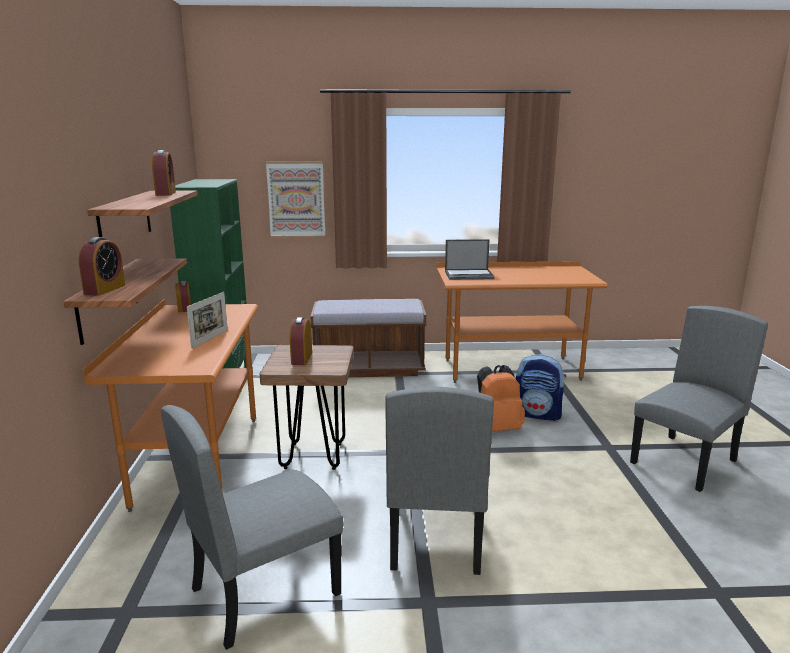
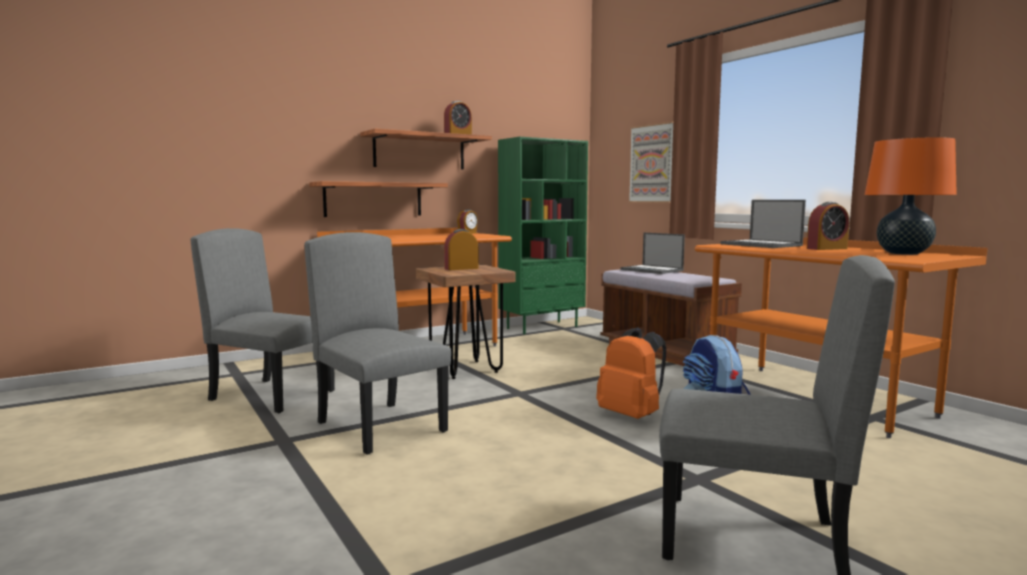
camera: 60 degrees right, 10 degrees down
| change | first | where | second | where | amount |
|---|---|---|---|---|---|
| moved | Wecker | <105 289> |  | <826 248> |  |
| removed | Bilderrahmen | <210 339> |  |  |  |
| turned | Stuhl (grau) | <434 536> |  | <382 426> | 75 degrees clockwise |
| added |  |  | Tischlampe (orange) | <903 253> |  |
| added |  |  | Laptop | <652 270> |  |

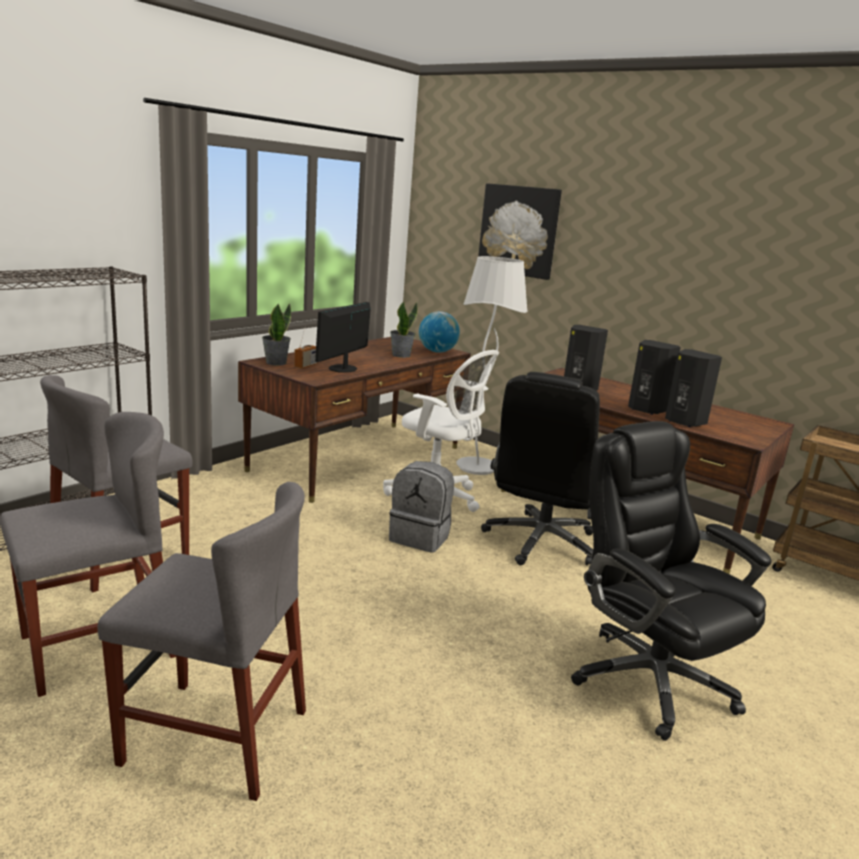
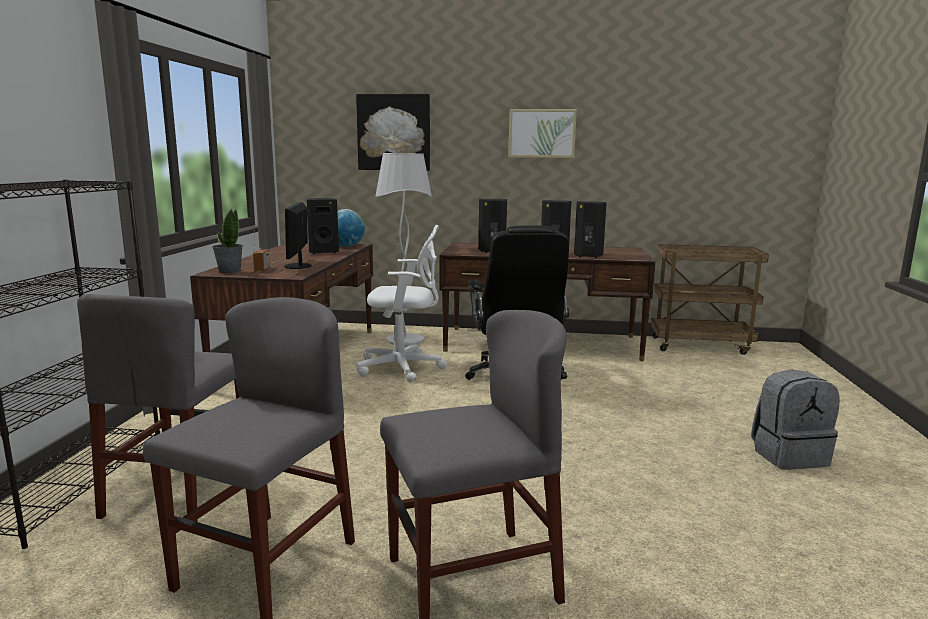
camera: 30 degrees left, 5 degrees down
| change | first | where | second | where | amount |
|---|---|---|---|---|---|
| replaced | Topfpflanze | <400 355> | Lautsprecher (schwarz) | <323 252> |  |
| removed | Bürostuhl (schwarz) | <648 678> |  |  |  |
| moved | Rucksack (grau) | <420 537> |  | <788 455> |  |
| added |  |  | Bild | <542 133> |  |

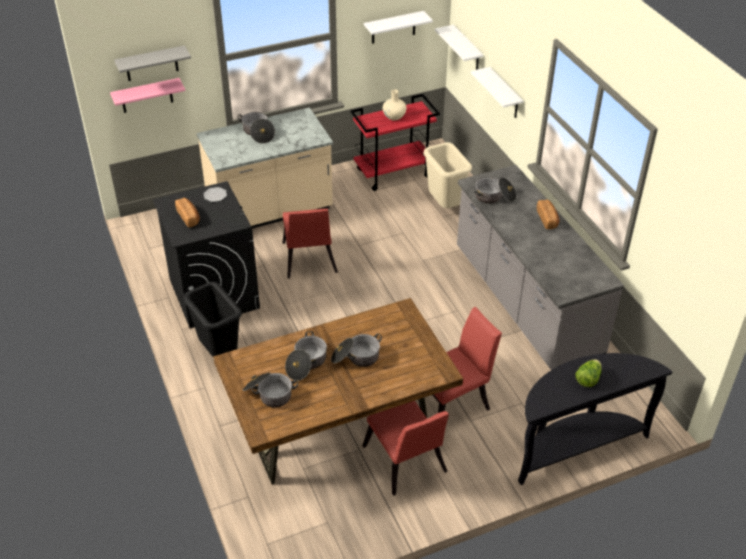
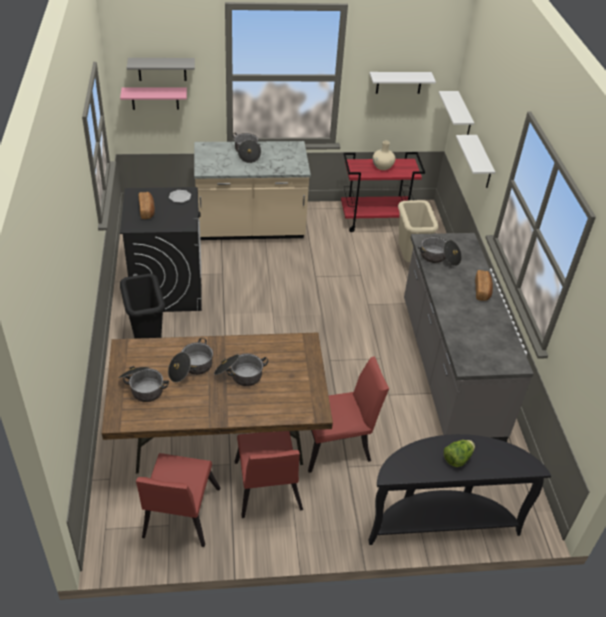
camera: 15 degrees right, 0 degrees up
| change | first | where | second | where | amount |
|---|---|---|---|---|---|
| moved | Stuhl (rot) | <309 260> |  | <179 517> |  |

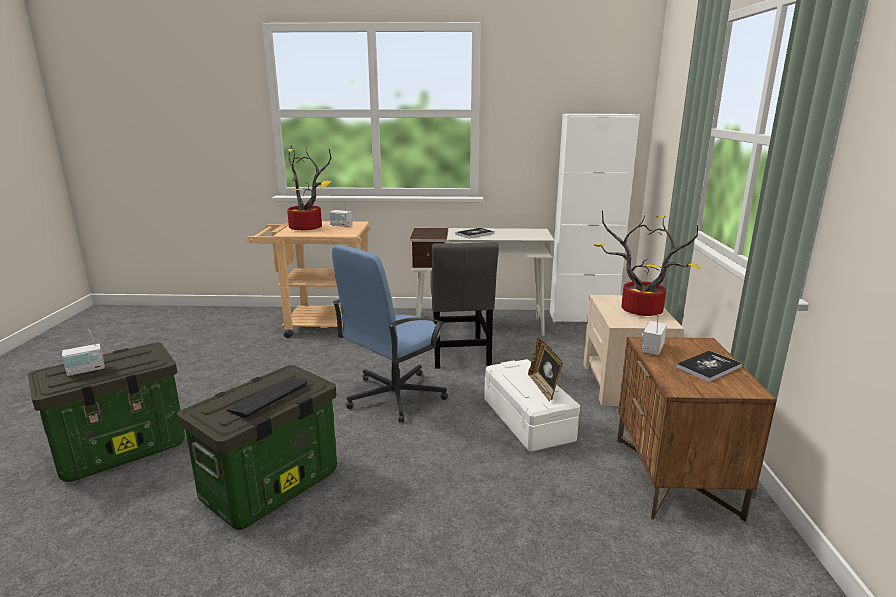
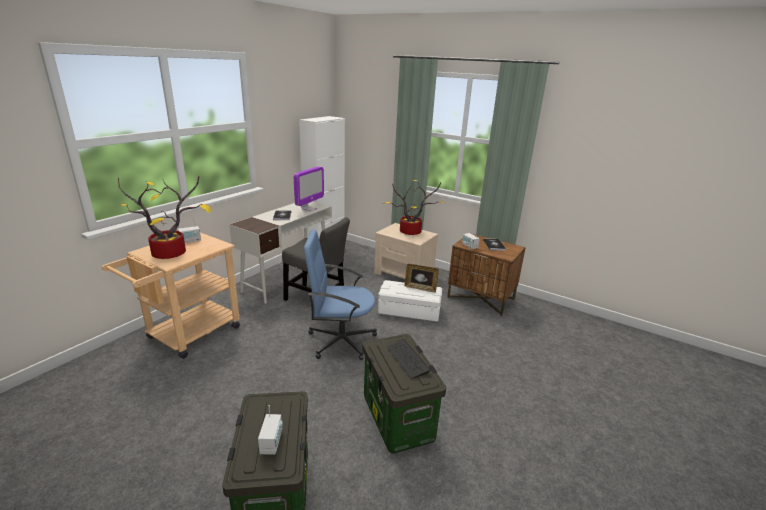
camera: 60 degrees left, 5 degrees up
| change | first | where | second | where | amount |
|---|---|---|---|---|---|
| turned | Bürostuhl (blau) | <394 396> |  | <340 340> | 105 degrees clockwise |
| added |  |  | Monitor | <309 209> |  |

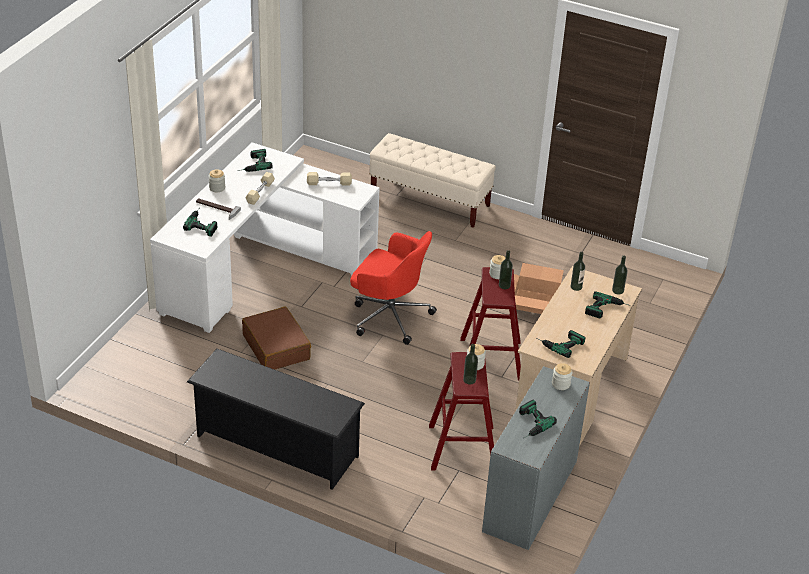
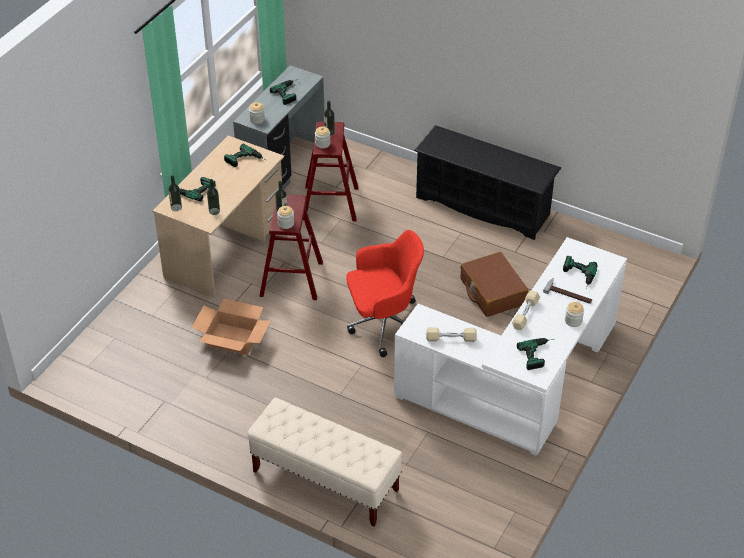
camera: 175 degrees left, 5 degrees up
| change | first | where | second | where | amount |
|---|---|---|---|---|---|
| turned | Bürostuhl (rot) | <389 315> |  | <384 324> | 135 degrees clockwise |

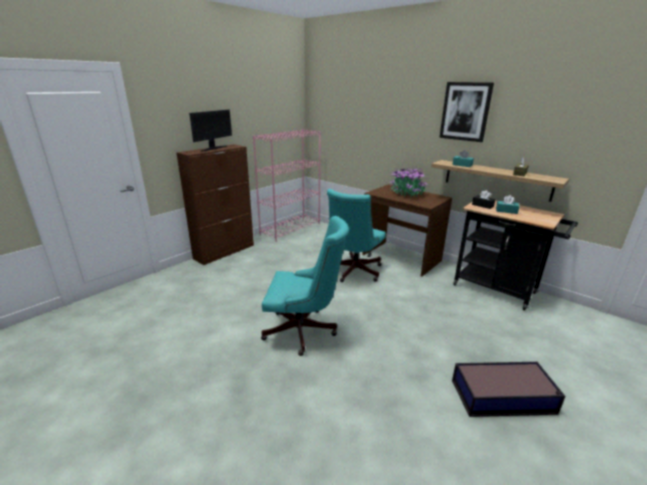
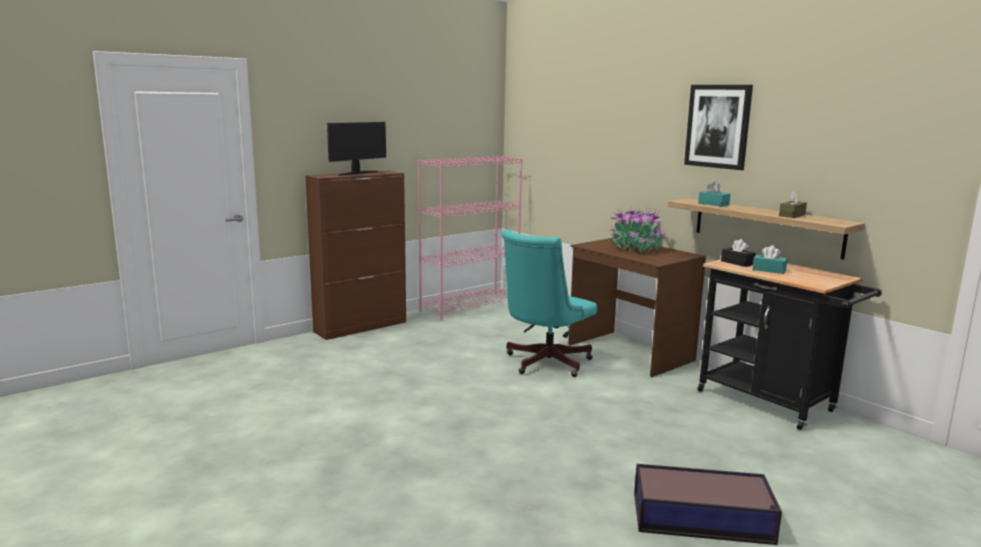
camera: 10 degrees right, 10 degrees down
| change | first | where | second | where | amount |
|---|---|---|---|---|---|
| removed | Bürostuhl (türkis) | <304 331> |  |  |  |

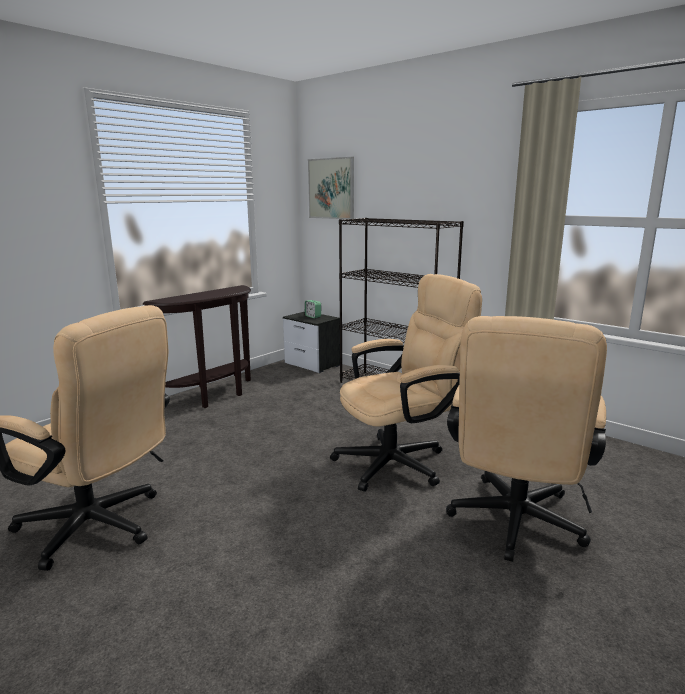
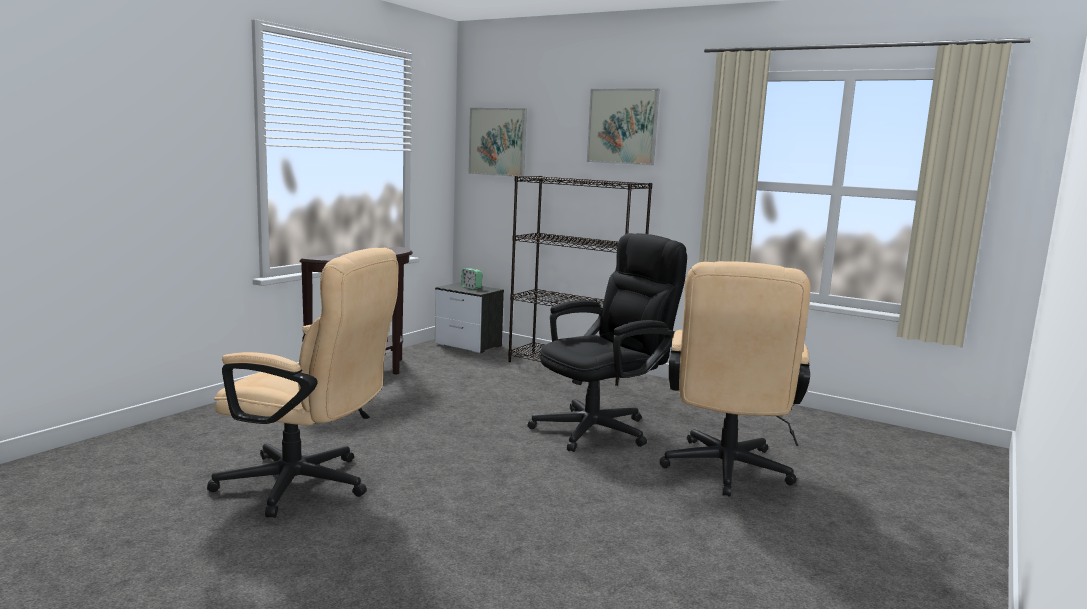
camera: 10 degrees left, 5 degrees down
| change | first | where | second | where | amount |
|---|---|---|---|---|---|
| recoloured | Bürostuhl (beige) | <401 461> | Bürostuhl (schwarz) | <602 428> |  |
| added |  |  | Bild | <622 126> |  |

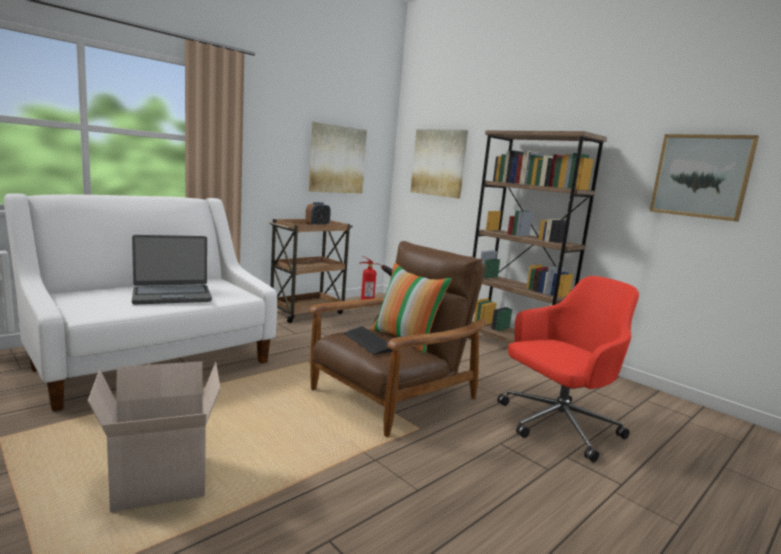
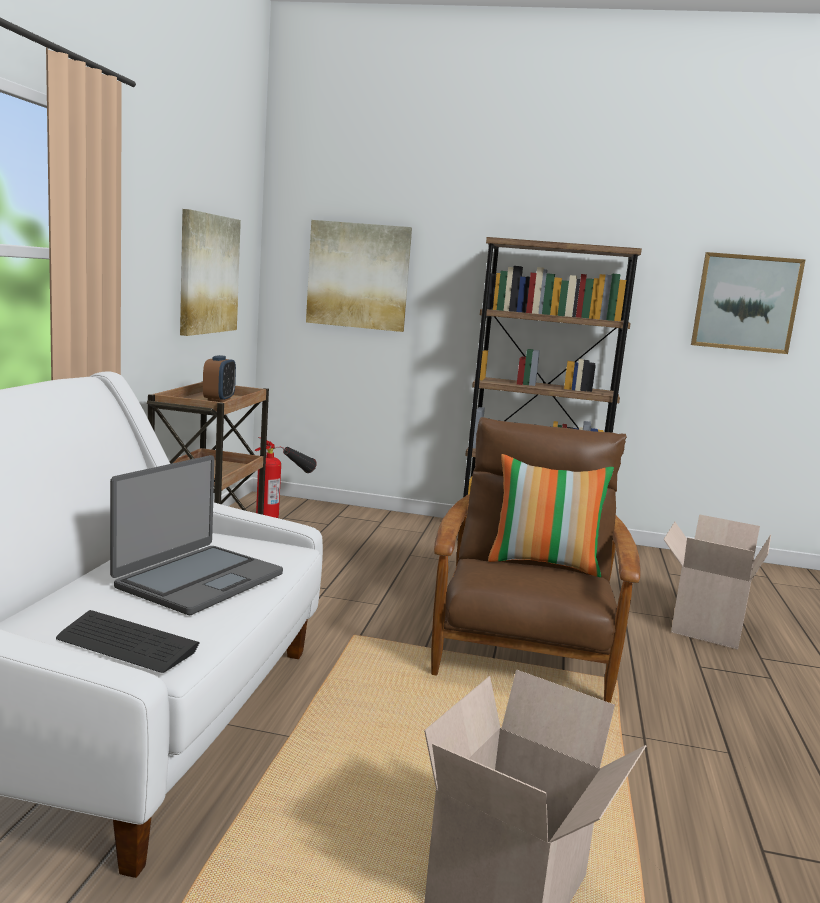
camera: 35 degrees left, 0 degrees up
| change | first | where | second | where | amount |
|---|---|---|---|---|---|
| replaced | Bürostuhl (rot) | <556 426> | Karton | <705 626> |  |
| moved | Tastatur | <368 342> |  | <127 644> |  |

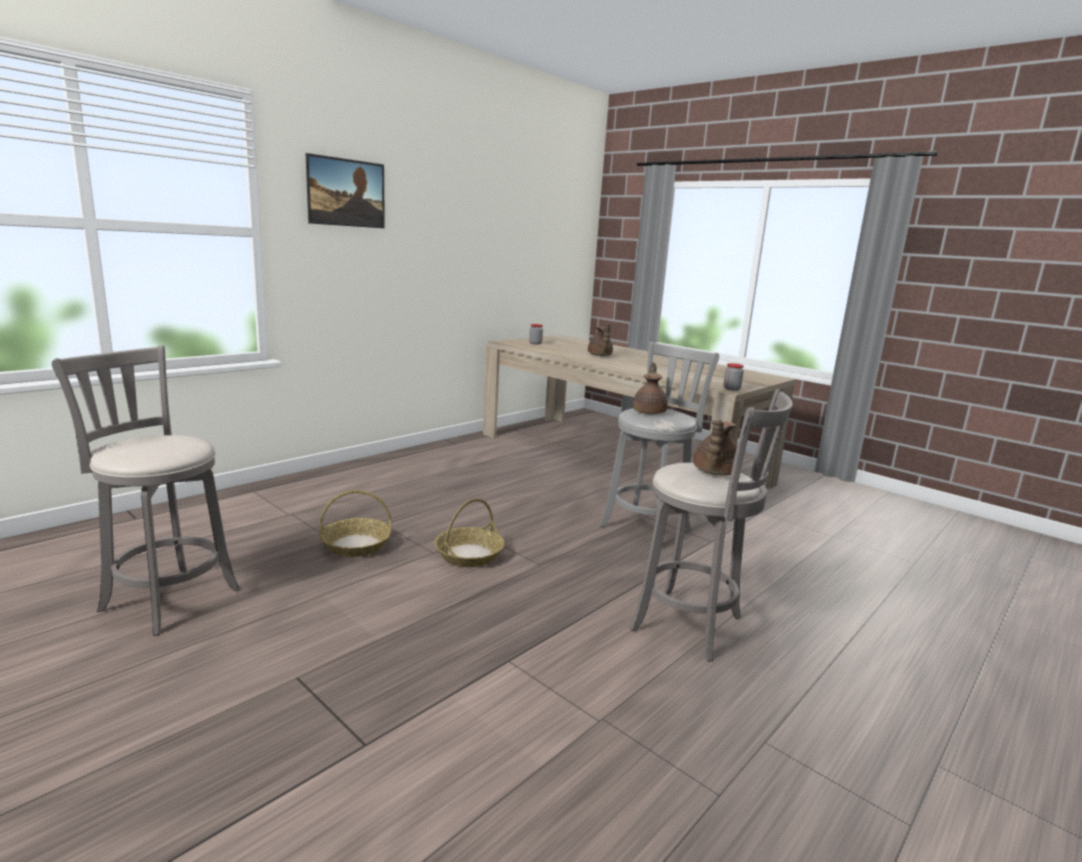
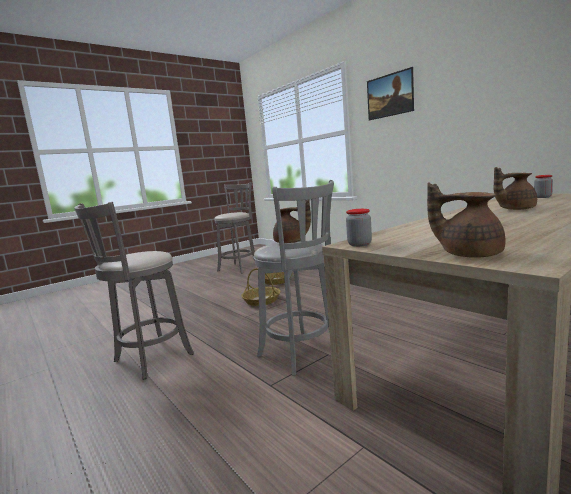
camera: 100 degrees right, 5 degrees down
| change | first | where | second | where | amount |
|---|---|---|---|---|---|
| moved | Teekanne (braun) | <714 472> |  | <468 254> |  |

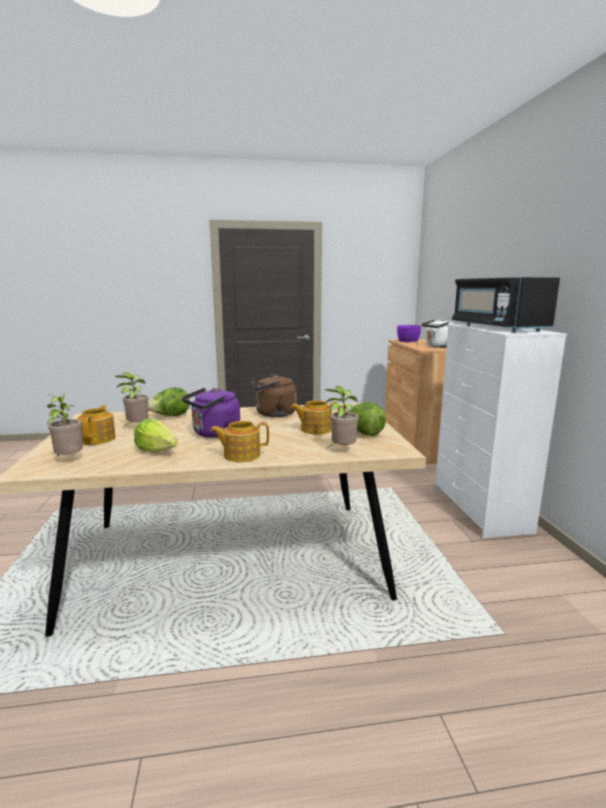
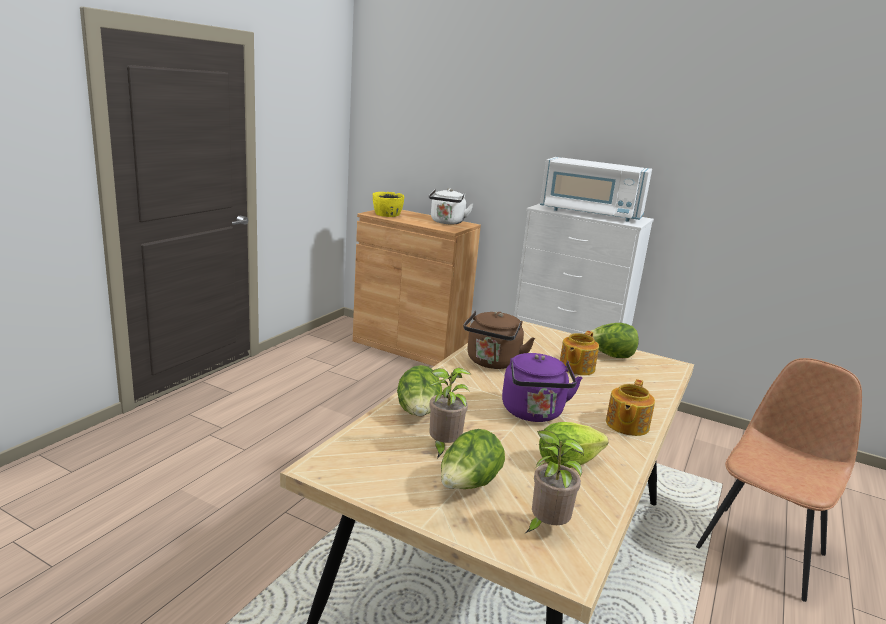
camera: 55 degrees left, 5 degrees up
| change | first | where | second | where | amount |
|---|---|---|---|---|---|
| recoloured | Mikrowelle (schwarz) | <496 328> | Mikrowelle (weiß) | <590 213> |  |
| recoloured | Schüssel (lila) | <407 341> | Schüssel (gelb) | <387 214> |  |
| removed | Topfpflanze | <341 450> |  |  |  |
| replaced | Teekanne | <98 439> | Salatkopf | <468 486> |  |
| added |  |  | Stuhl (braun) | <762 549> |  |

